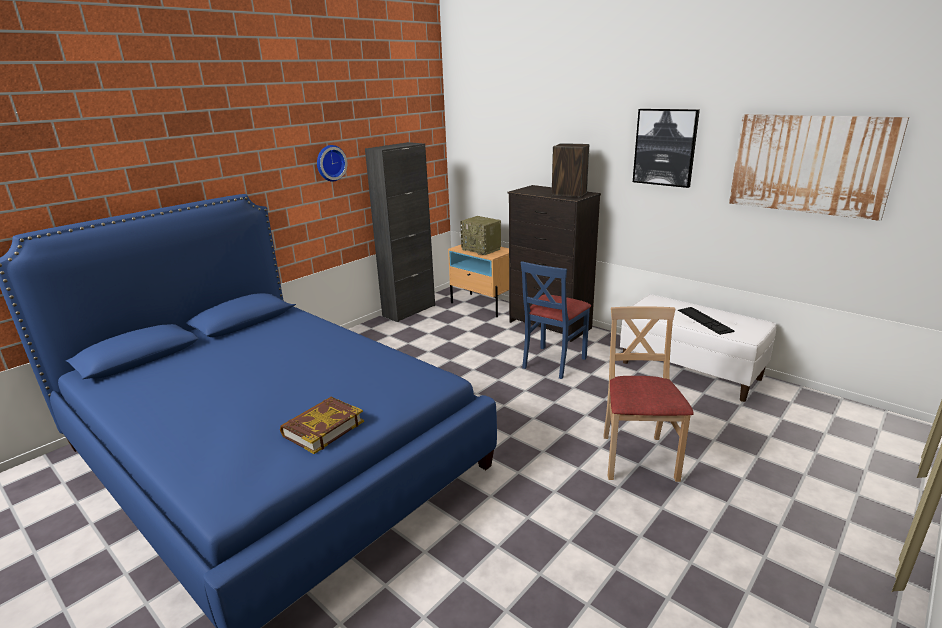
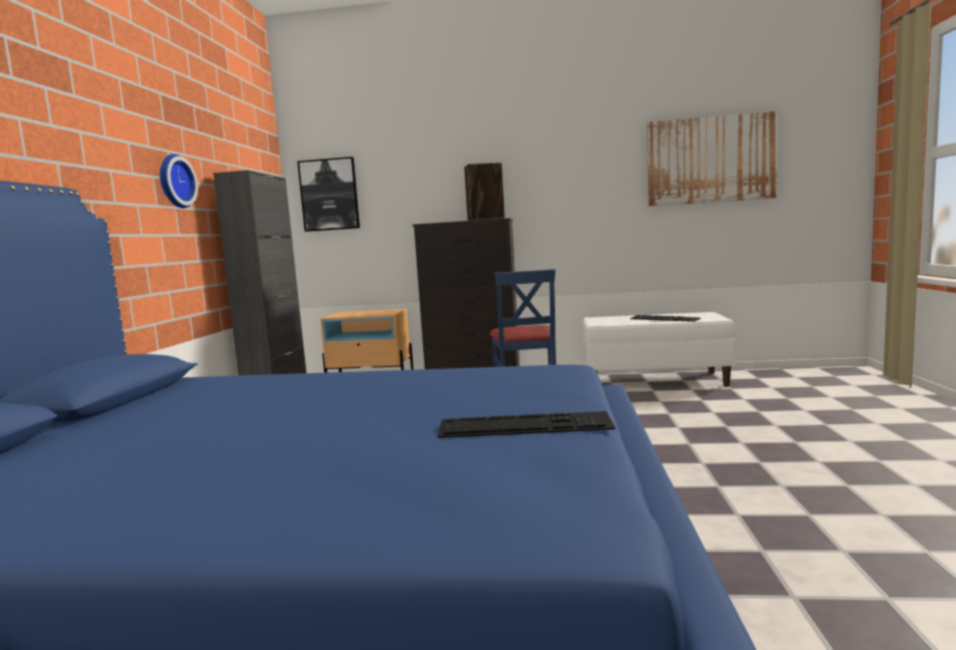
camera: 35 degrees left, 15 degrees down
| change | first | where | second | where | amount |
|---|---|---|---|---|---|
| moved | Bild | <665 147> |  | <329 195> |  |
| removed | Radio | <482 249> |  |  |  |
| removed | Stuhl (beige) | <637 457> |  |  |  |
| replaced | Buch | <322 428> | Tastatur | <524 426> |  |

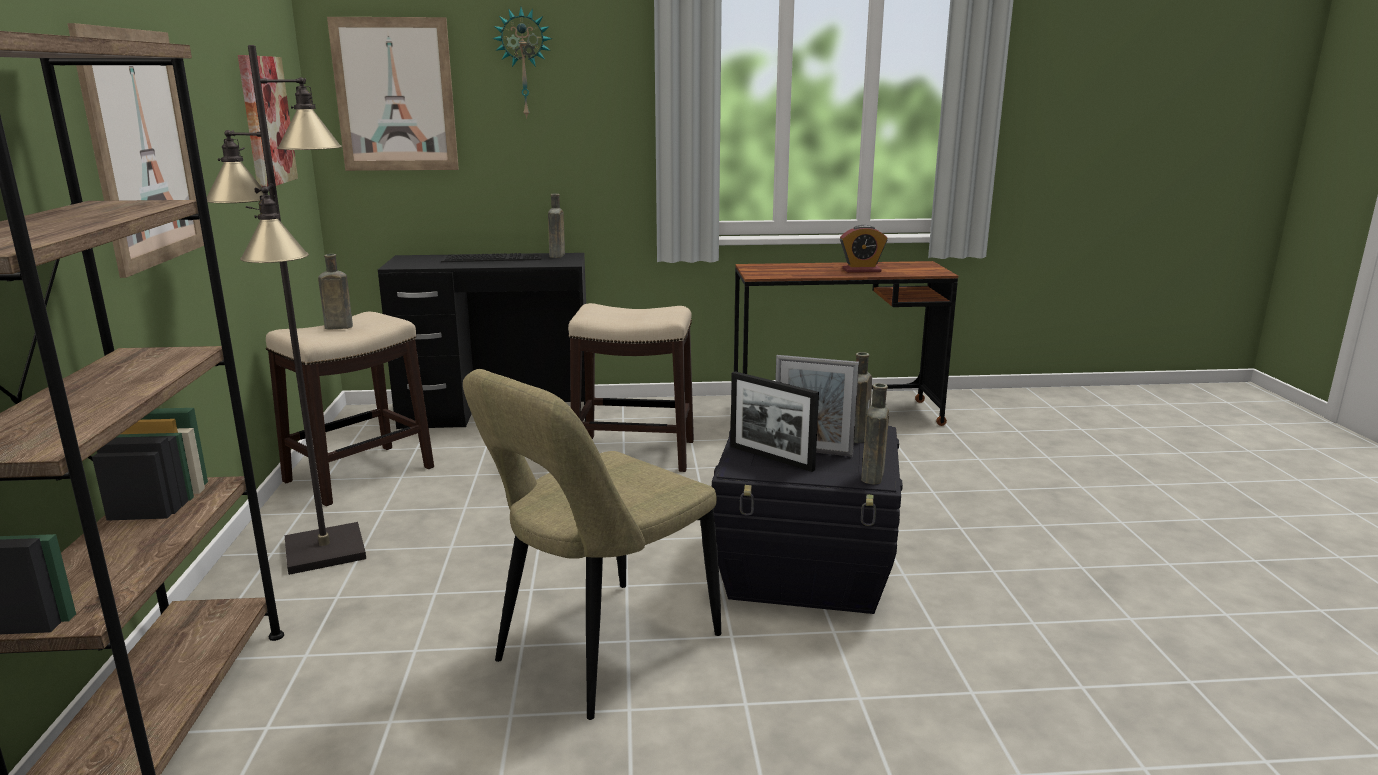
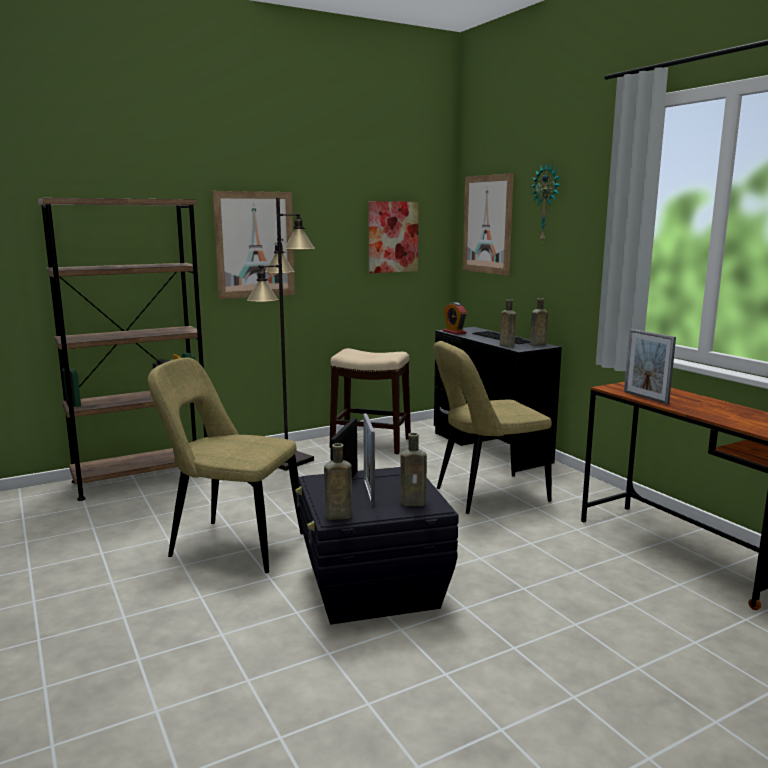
camera: 65 degrees right, 5 degrees down
| change | first | where | second | where | amount |
|---|---|---|---|---|---|
| moved | Wecker | <861 270> |  | <454 332> |  |
| moved | Flasche (braun) | <336 327> |  | <506 345> |  |
| replaced | Hocker | <633 453> | Stuhl (beige) | <486 495> |  |
| added |  |  | Bilderrahmen | <645 397> |  |

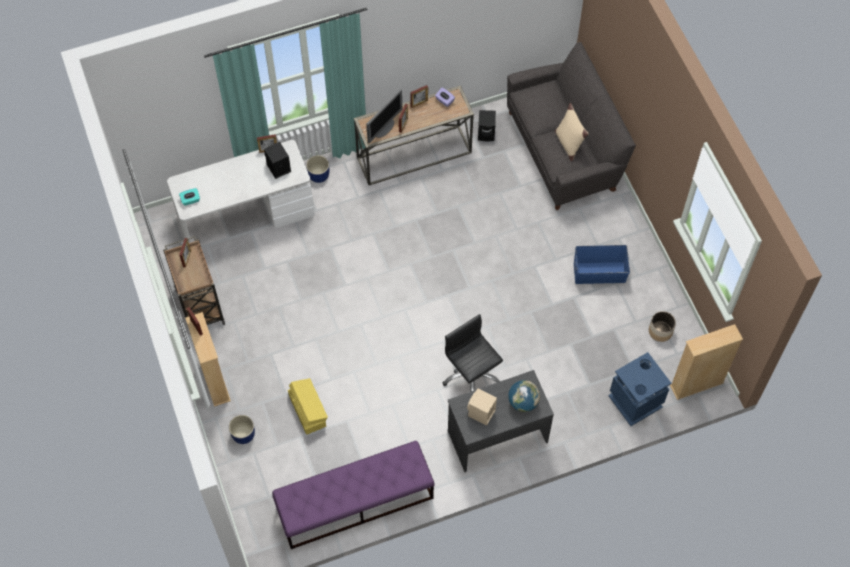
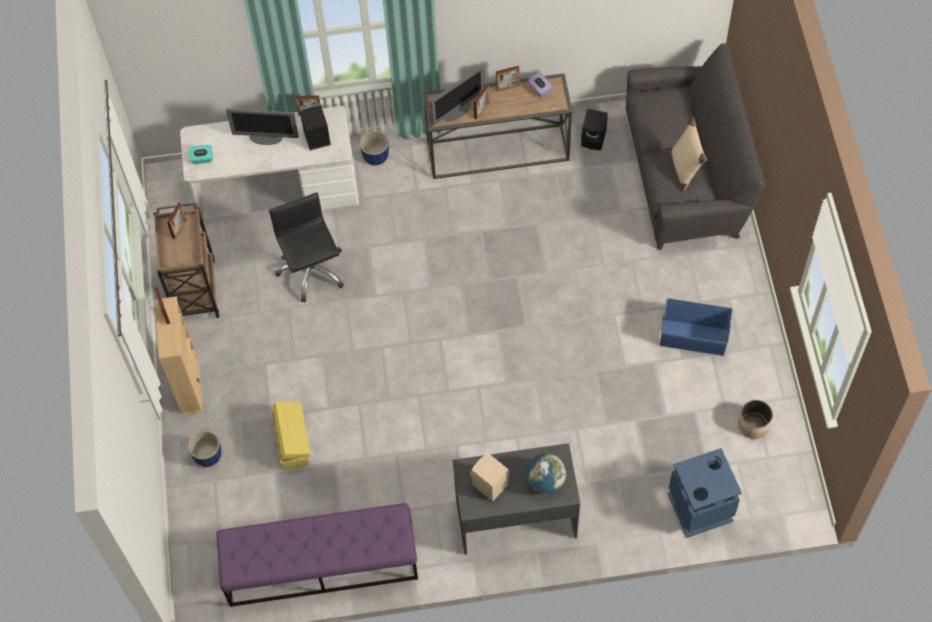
camera: 15 degrees right, 0 degrees up
| change | first | where | second | where | amount |
|---|---|---|---|---|---|
| moved | Bürostuhl (schwarz) | <471 376> |  | <312 271> |  |
| removed | Bücherregal (beige) | <696 384> |  |  |  |
| added |  |  | Monitor | <266 138> |  |

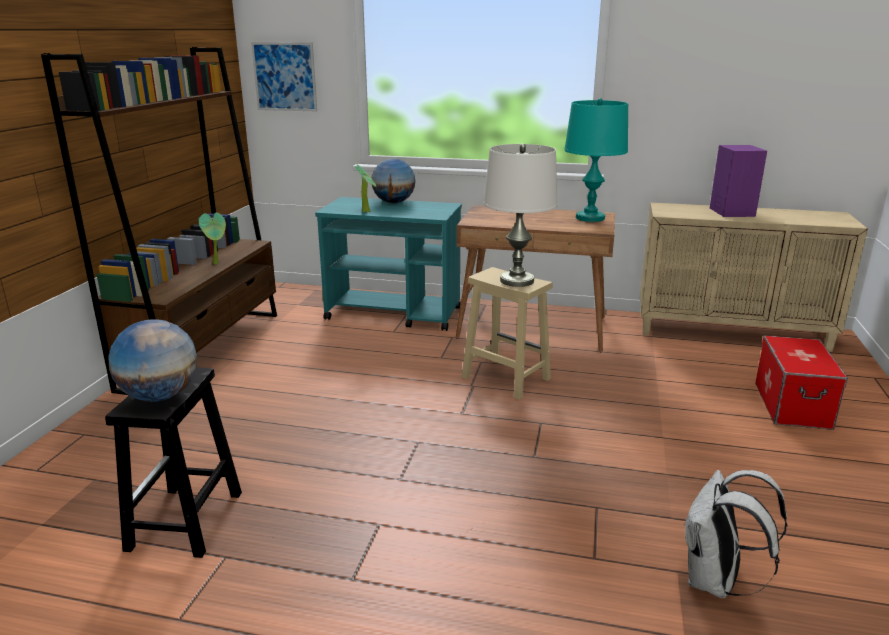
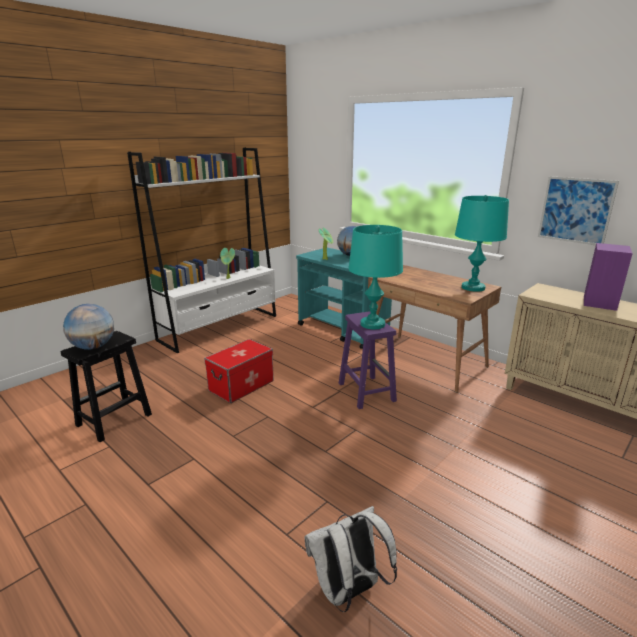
camera: 30 degrees right, 0 degrees up
| change | first | where | second | where | amount |
|---|---|---|---|---|---|
| moved | Bild | <284 77> |  | <575 210> |  |
| recoloured | Bücherregal (braun) | <204 349> | Bücherregal (weiß) | <220 327> |  |
| recoloured | Tischlampe (weiß) | <516 281> | Tischlampe (türkis) | <372 324> |  |
| recoloured | Hocker (beige) | <504 378> | Hocker (lila) | <365 391> |  |
| moved | Aufbewahrungsbox | <792 405> |  | <241 386> |  |

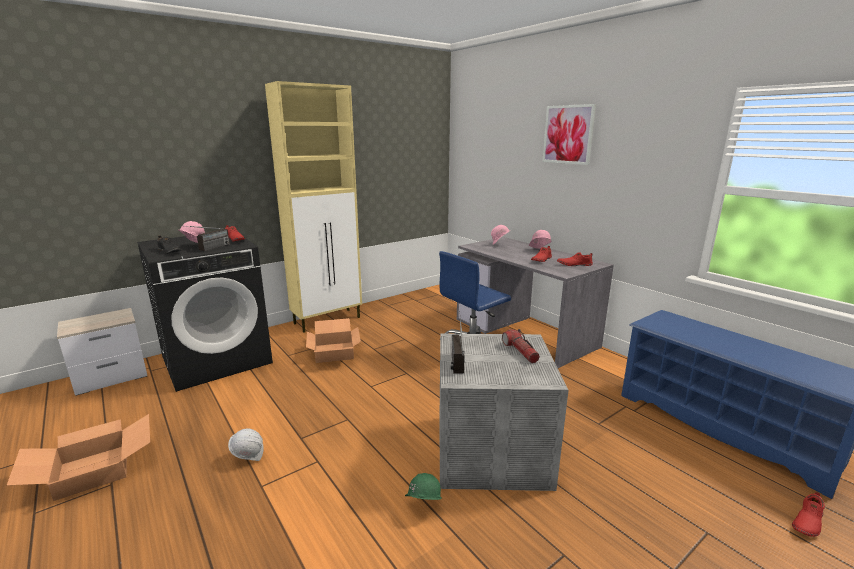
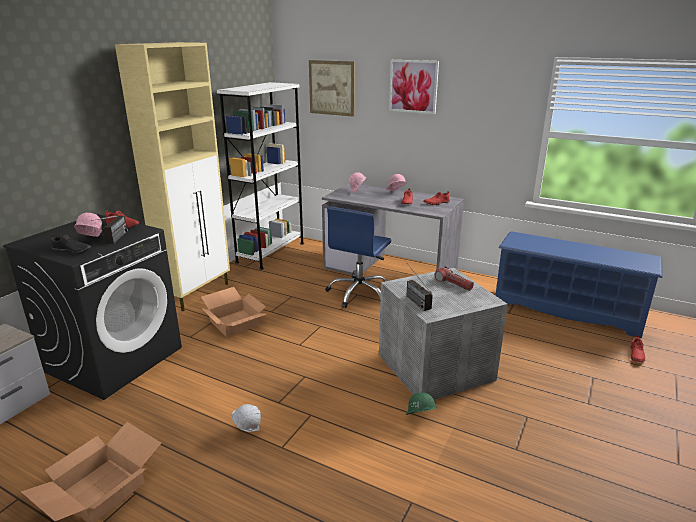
camera: 25 degrees left, 5 degrees up
| change | first | where | second | where | amount |
|---|---|---|---|---|---|
| added |  |  | Bild | <332 88> |  |
| added |  |  | Bücherregal (weiß) | <271 252> |  |

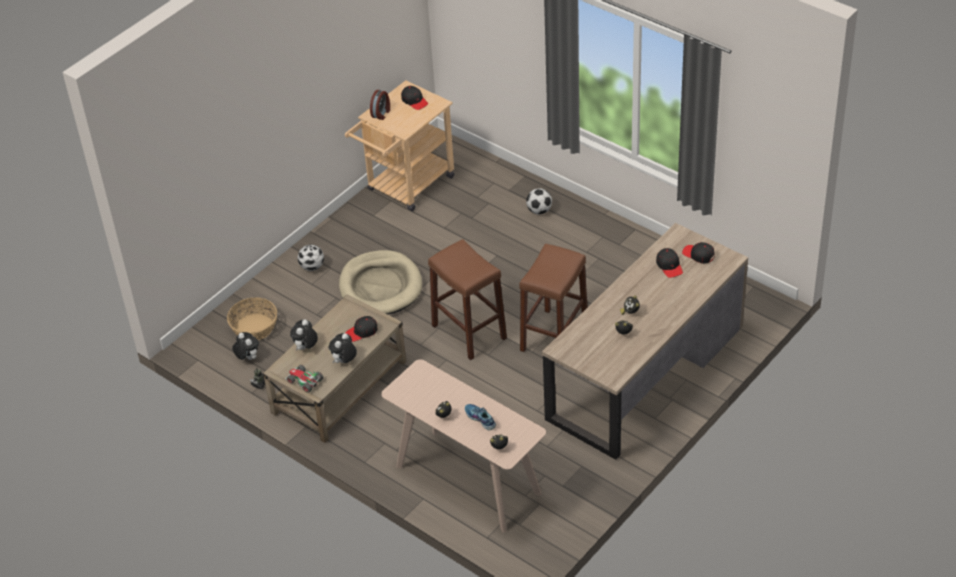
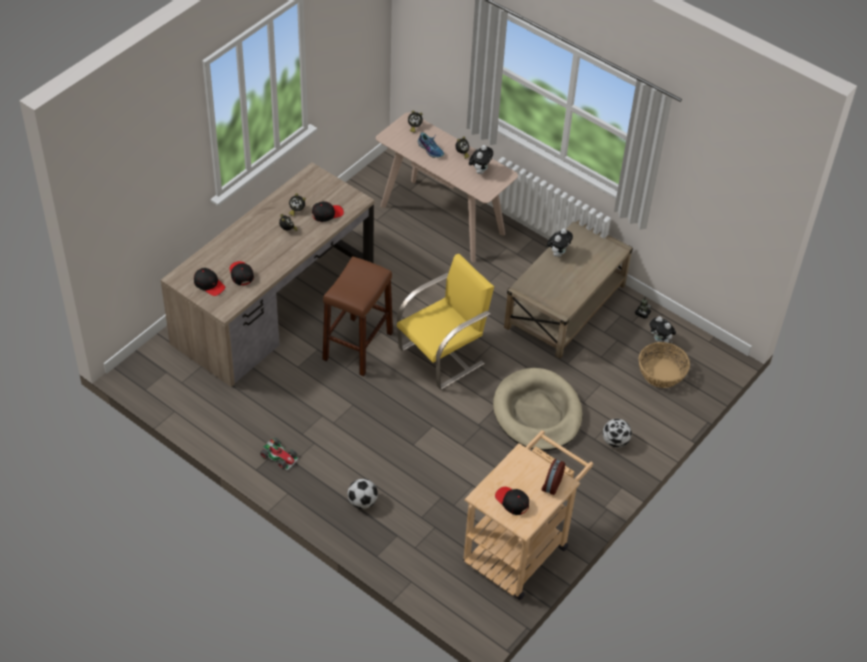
camera: 175 degrees right, 5 degrees up
| change | first | where | second | where | amount |
|---|---|---|---|---|---|
| replaced | Hocker (braun) | <469 332> | Stuhl (gelb) | <443 356> |  |
| moved | Kappe (schwarz) | <362 332> |  | <327 214> |  |
| moved | Plüschtier | <306 348> |  | <480 171> |  |
| moved | Spielzeugauto | <304 381> |  | <280 456> |  |

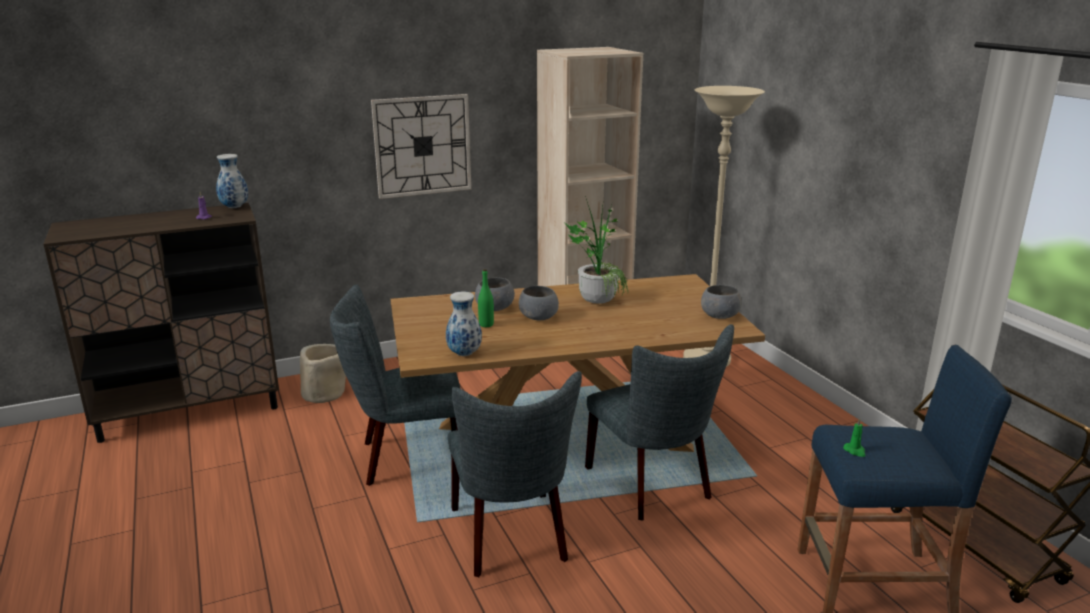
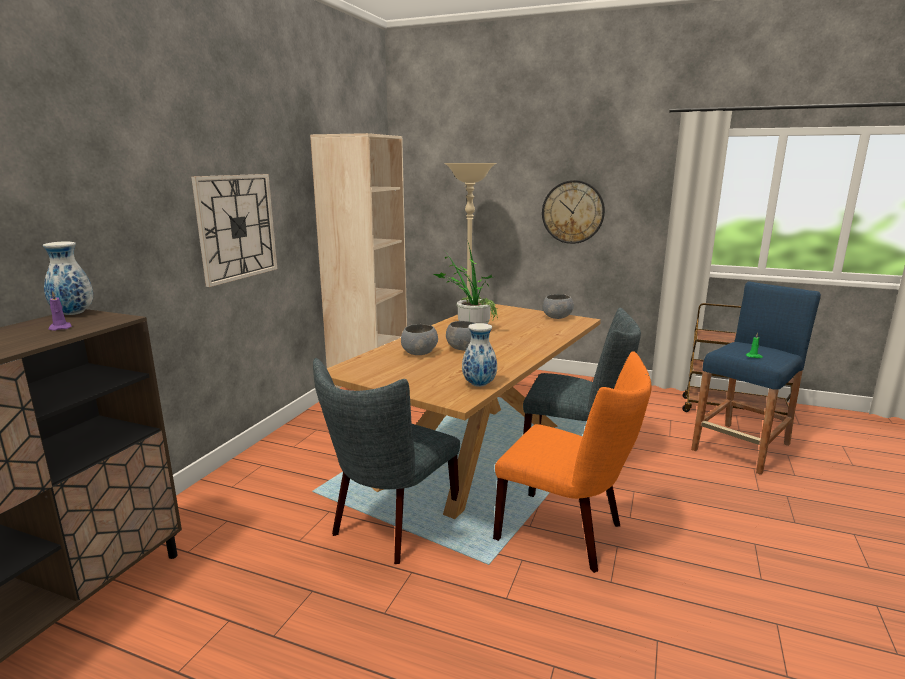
camera: 45 degrees left, 5 degrees down
| change | first | where | second | where | amount |
|---|---|---|---|---|---|
| removed | Flasche (grün) | <486 324> |  |  |  |
| removed | Pflanzkübel (beige) | <324 394> |  |  |  |
| recoloured | Stuhl (grau) | <512 539> | Stuhl (orange) | <567 533> |  |
| added |  |  | Wanduhr | <573 212> |  |

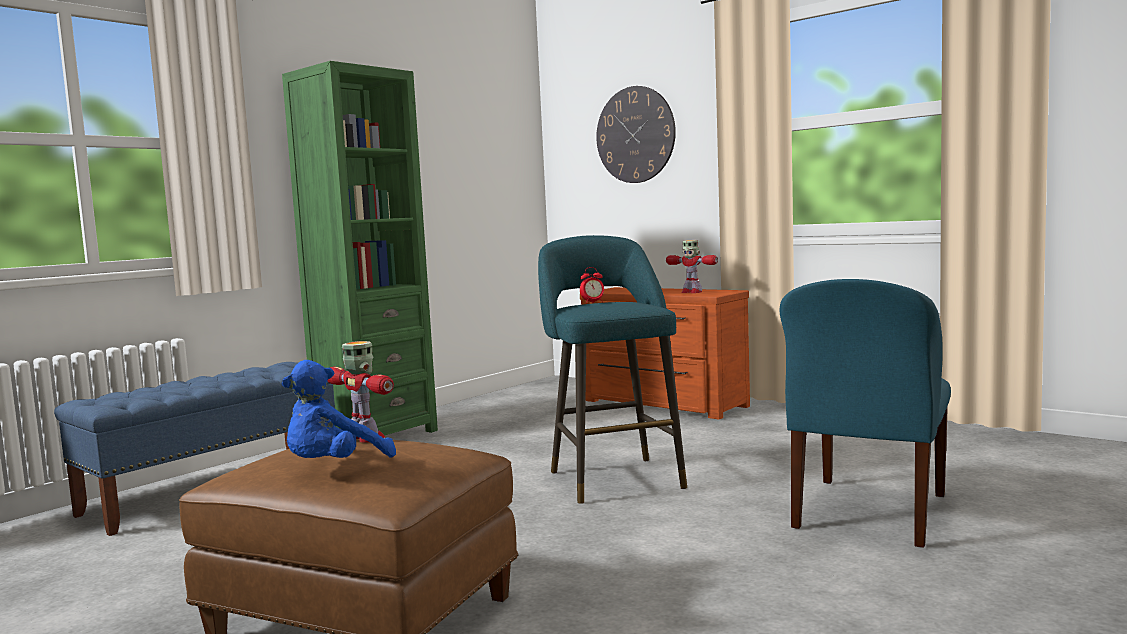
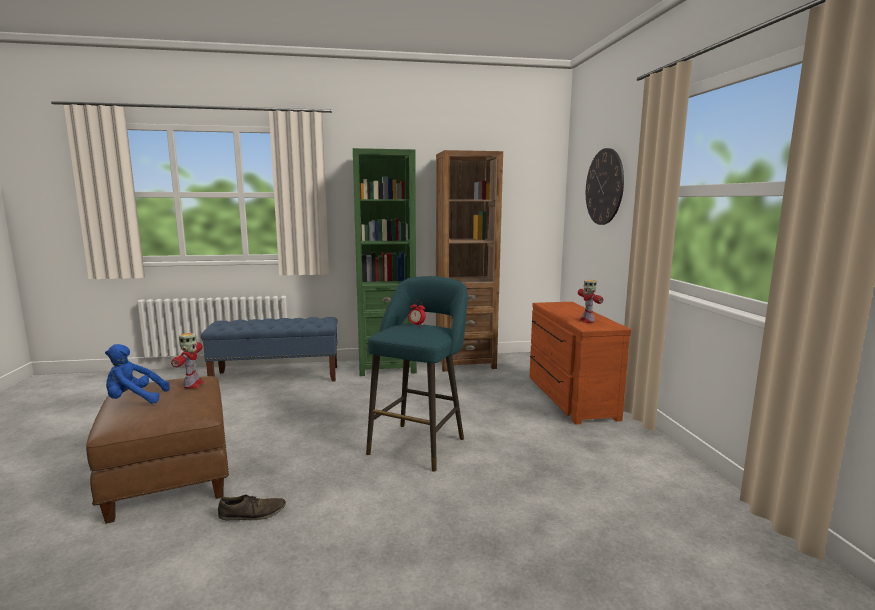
camera: 40 degrees right, 5 degrees up
| change | first | where | second | where | amount |
|---|---|---|---|---|---|
| removed | Stuhl (blau) | <868 513> |  |  |  |
| added |  |  | Bücherregal (braun) | <465 362> |  |
| added |  |  | Schuh (braun) | <252 513> |  |

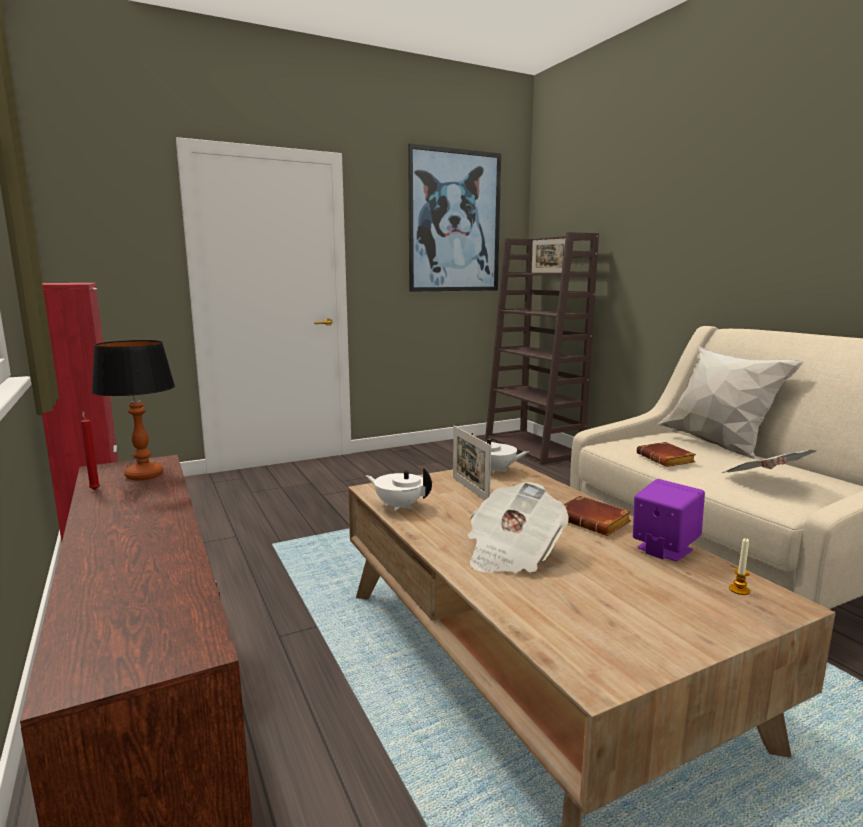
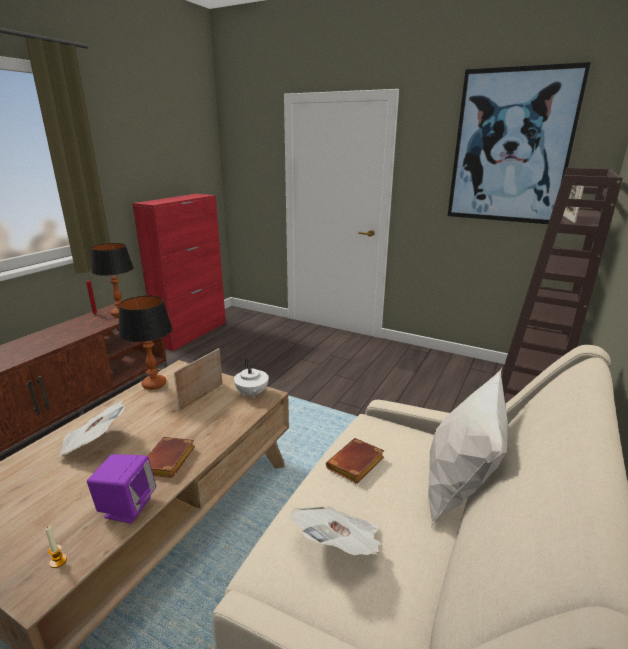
camera: 55 degrees right, 10 degrees up
| change | first | where | second | where | amount |
|---|---|---|---|---|---|
| replaced | Teekanne (weiß) | <399 506> | Tischlampe | <154 384> |  |

